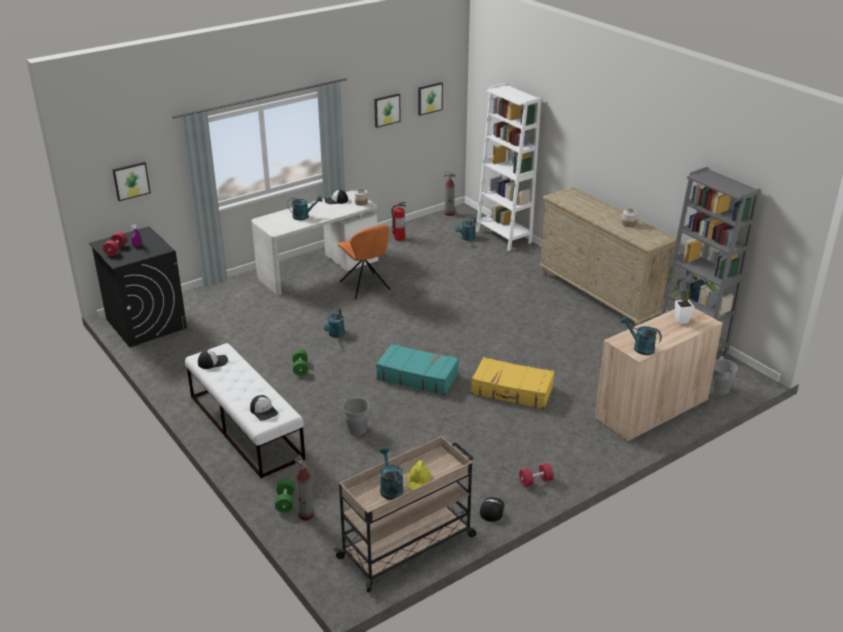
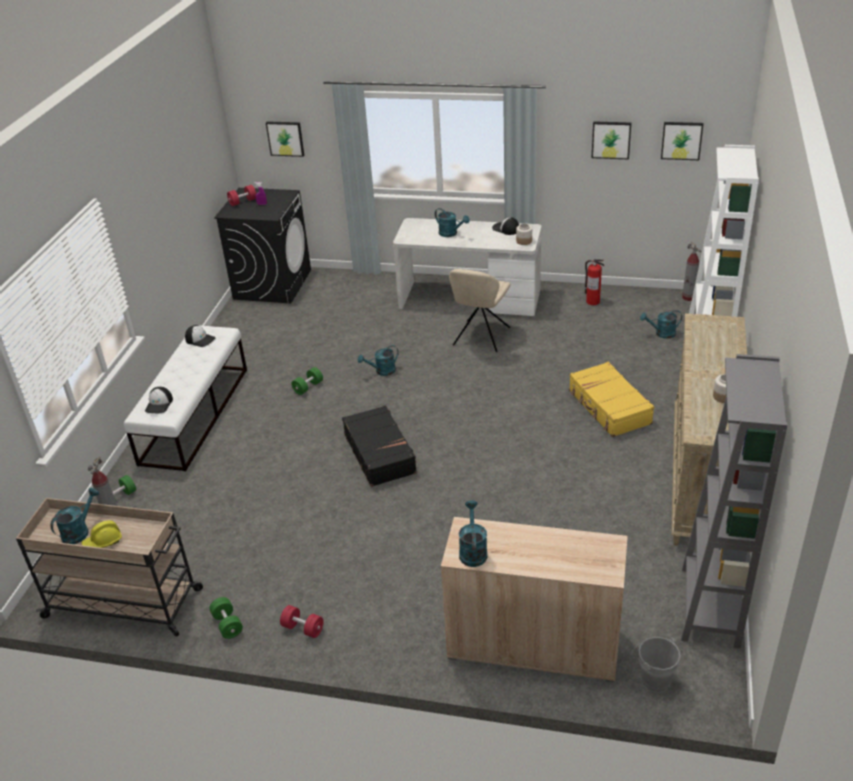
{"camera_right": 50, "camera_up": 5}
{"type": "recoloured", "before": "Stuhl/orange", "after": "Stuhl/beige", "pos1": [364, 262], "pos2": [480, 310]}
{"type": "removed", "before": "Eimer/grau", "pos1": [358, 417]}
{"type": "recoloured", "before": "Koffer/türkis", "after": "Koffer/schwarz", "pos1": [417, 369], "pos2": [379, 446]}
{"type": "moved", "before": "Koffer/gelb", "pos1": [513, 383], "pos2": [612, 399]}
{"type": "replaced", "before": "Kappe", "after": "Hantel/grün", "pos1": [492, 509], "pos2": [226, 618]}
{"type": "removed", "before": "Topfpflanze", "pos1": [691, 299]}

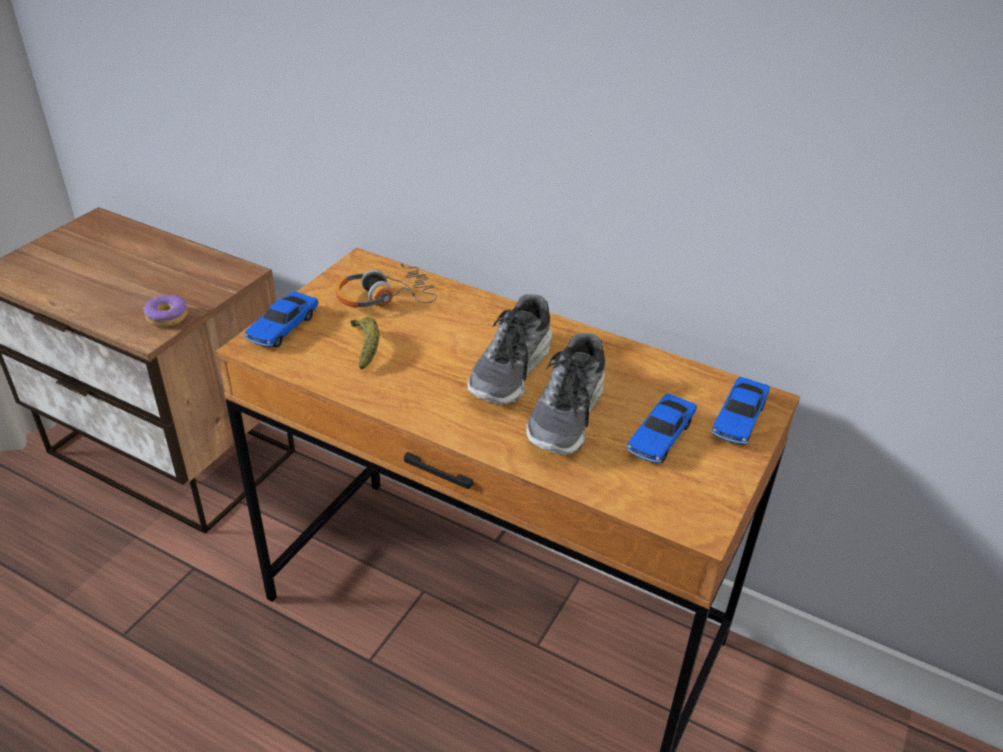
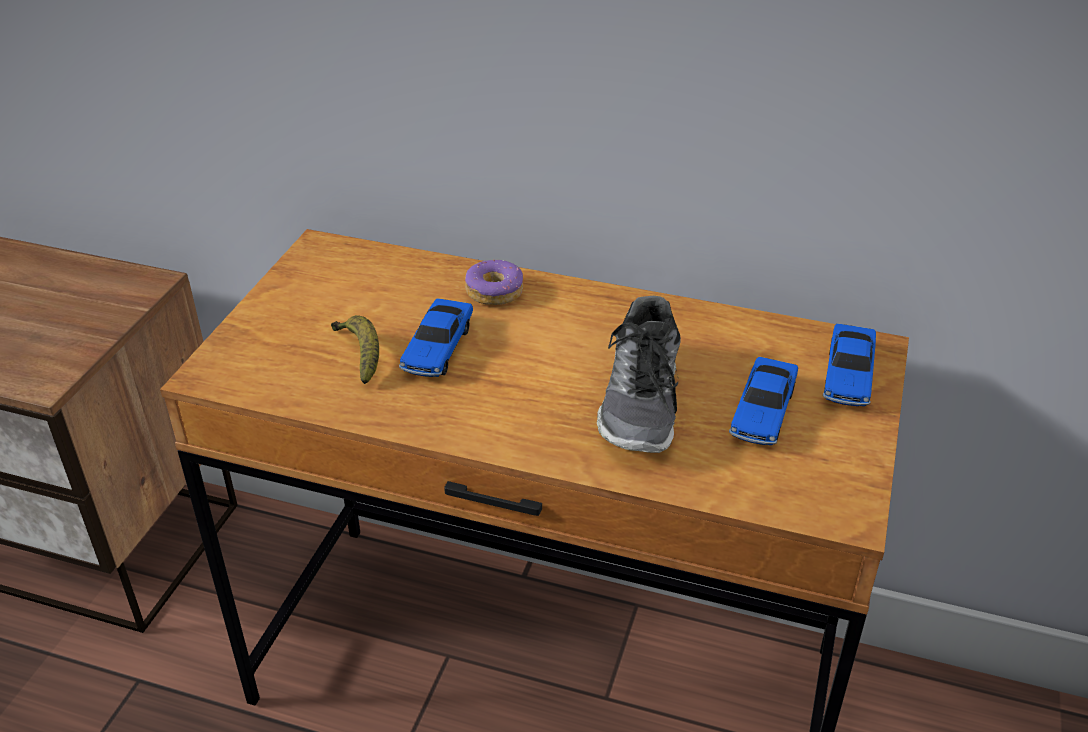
{"camera_right": -10, "camera_up": 0}
{"type": "moved", "before": "Donut", "pos1": [165, 311], "pos2": [494, 282]}
{"type": "moved", "before": "Spielzeugauto", "pos1": [281, 319], "pos2": [436, 337]}
{"type": "removed", "before": "Kopfhörer", "pos1": [386, 285]}
{"type": "removed", "before": "Schuh", "pos1": [509, 349]}

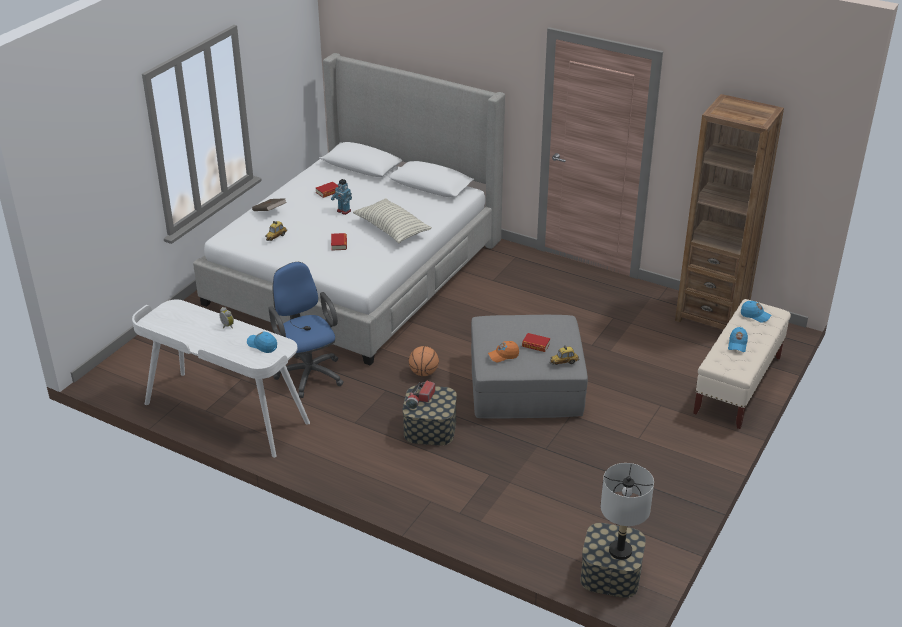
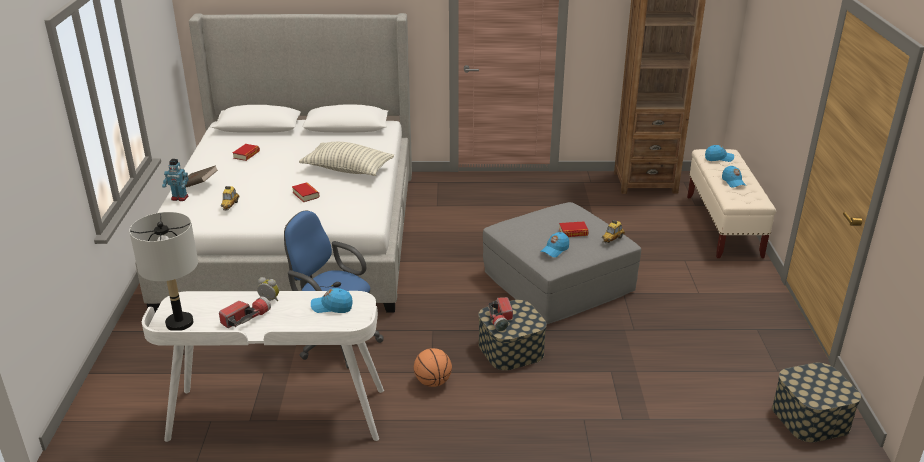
{"camera_right": -30, "camera_up": -5}
{"type": "moved", "before": "Spielzeugroboter", "pos1": [341, 197], "pos2": [175, 180]}
{"type": "moved", "before": "Basketball", "pos1": [423, 361], "pos2": [433, 367]}
{"type": "recoloured", "before": "Kappe/orange", "after": "Kappe/blau", "pos1": [503, 351], "pos2": [554, 244]}
{"type": "moved", "before": "Tischlampe/grau", "pos1": [627, 511], "pos2": [163, 271]}
{"type": "added", "after": "Taschenlampe", "pos2": [245, 312]}

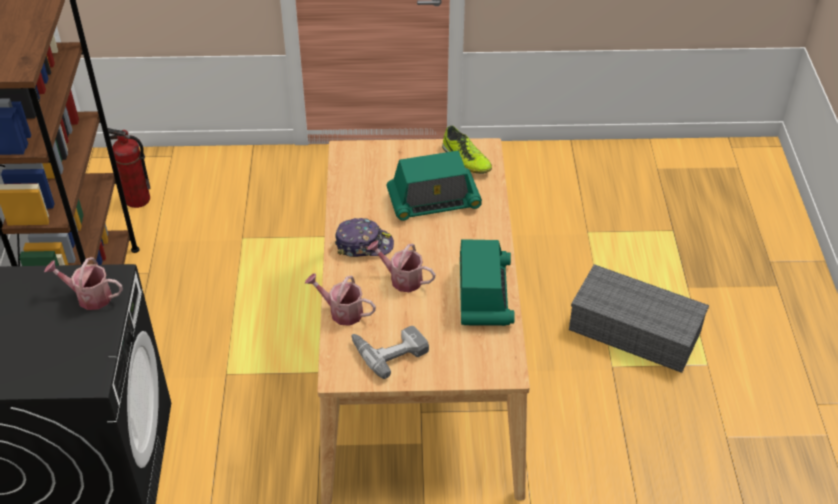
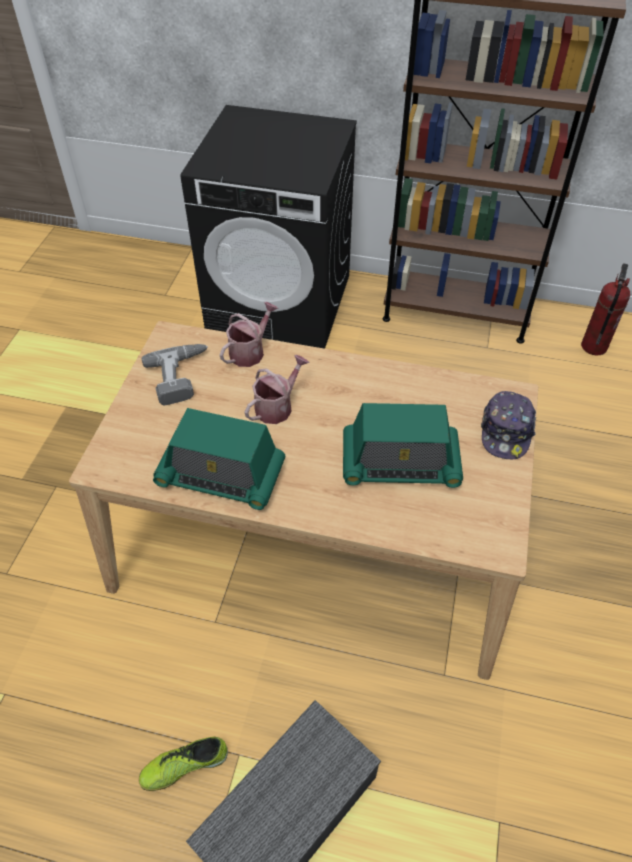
{"camera_right": 105, "camera_up": 5}
{"type": "removed", "before": "Gießkanne", "pos1": [83, 283]}
{"type": "moved", "before": "Kappe", "pos1": [364, 237], "pos2": [508, 425]}
{"type": "turned", "before": "Radio", "pos1": [434, 186], "pos2": [403, 445], "turn": -90}
{"type": "moved", "before": "Schuh", "pos1": [467, 149], "pos2": [183, 764]}

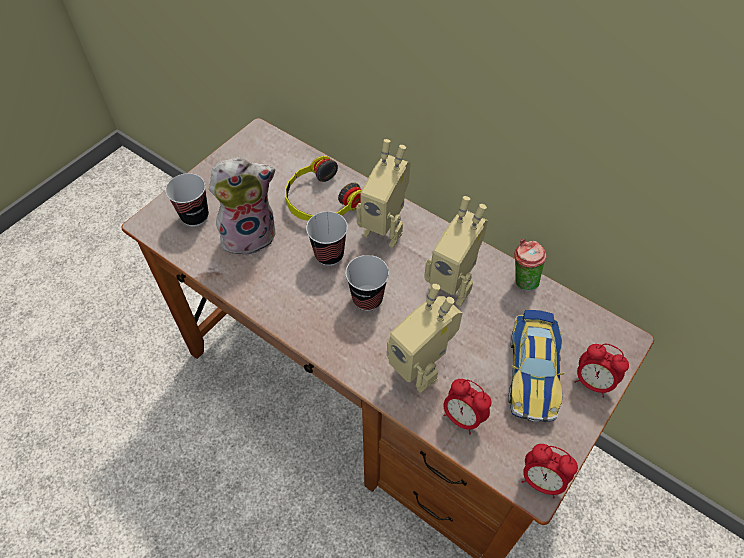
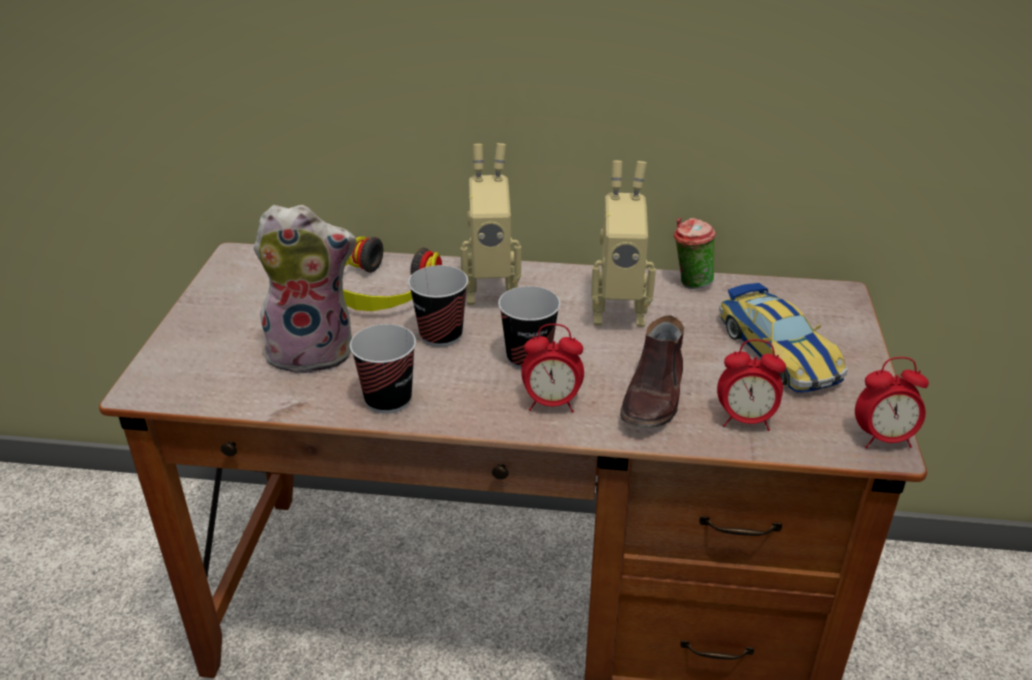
{"camera_right": -30, "camera_up": -20}
{"type": "moved", "before": "Tasse", "pos1": [187, 199], "pos2": [383, 369]}
{"type": "turned", "before": "Plüschtier", "pos1": [242, 206], "pos2": [305, 290], "turn": 45}
{"type": "replaced", "before": "Spielzeugroboter", "after": "Schuh/braun", "pos1": [425, 338], "pos2": [652, 371]}
{"type": "moved", "before": "Wecker", "pos1": [601, 371], "pos2": [552, 368]}

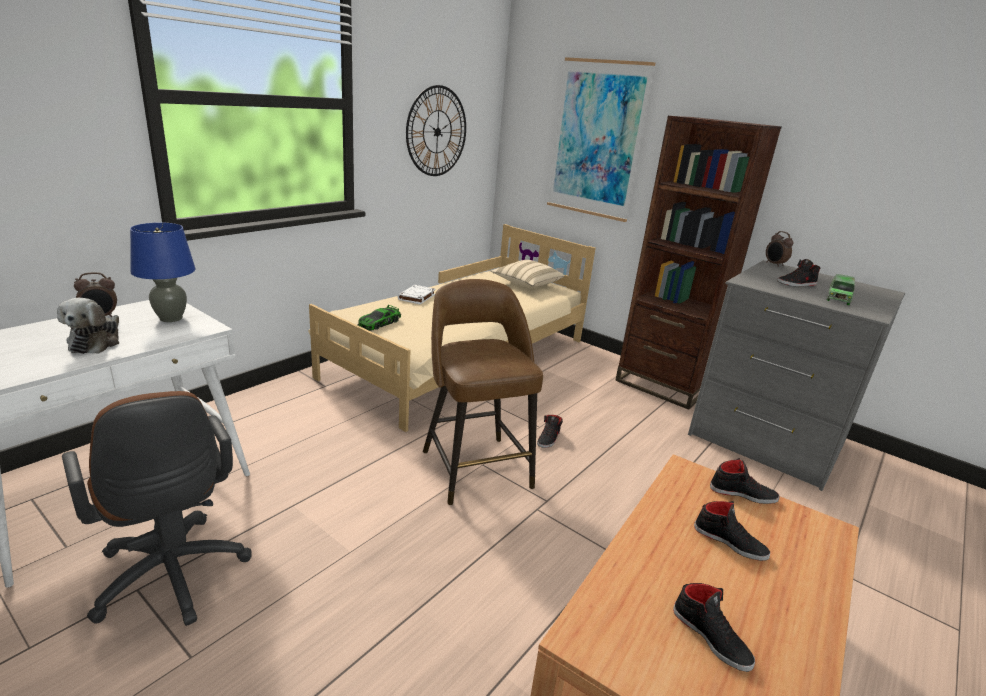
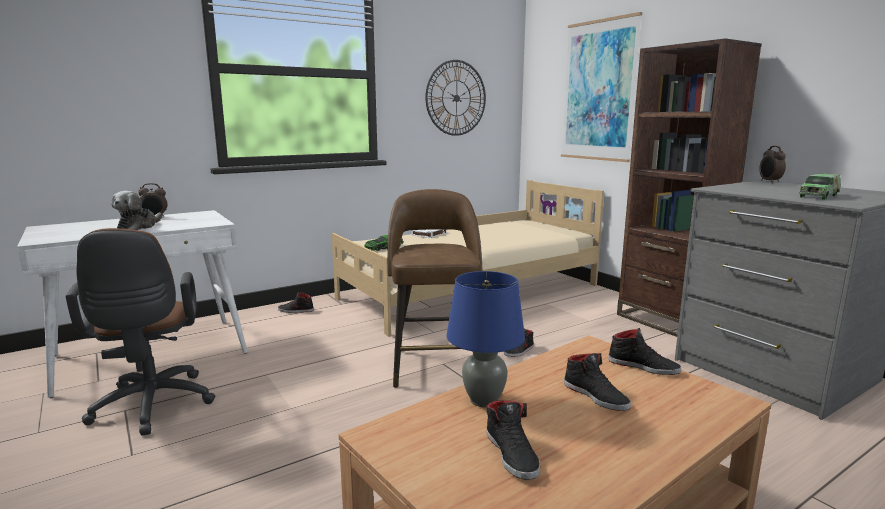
{"camera_right": 20, "camera_up": -10}
{"type": "moved", "before": "Tischlampe/blau", "pos1": [162, 272], "pos2": [486, 339]}
{"type": "removed", "before": "Kissen/beige", "pos1": [527, 273]}
{"type": "moved", "before": "Schuh/schwarz", "pos1": [798, 273], "pos2": [296, 302]}

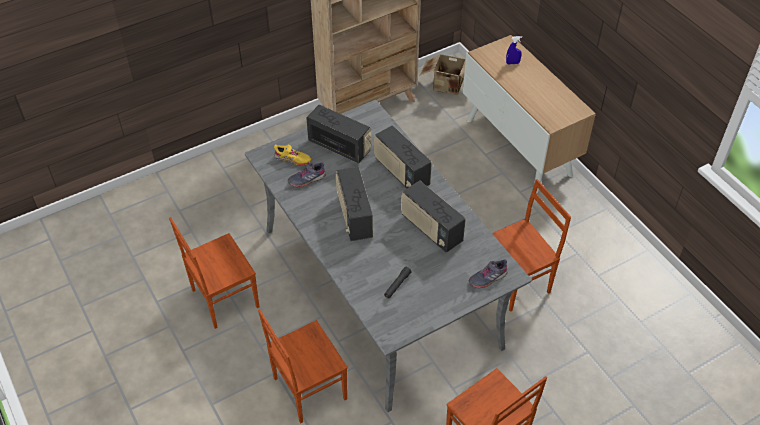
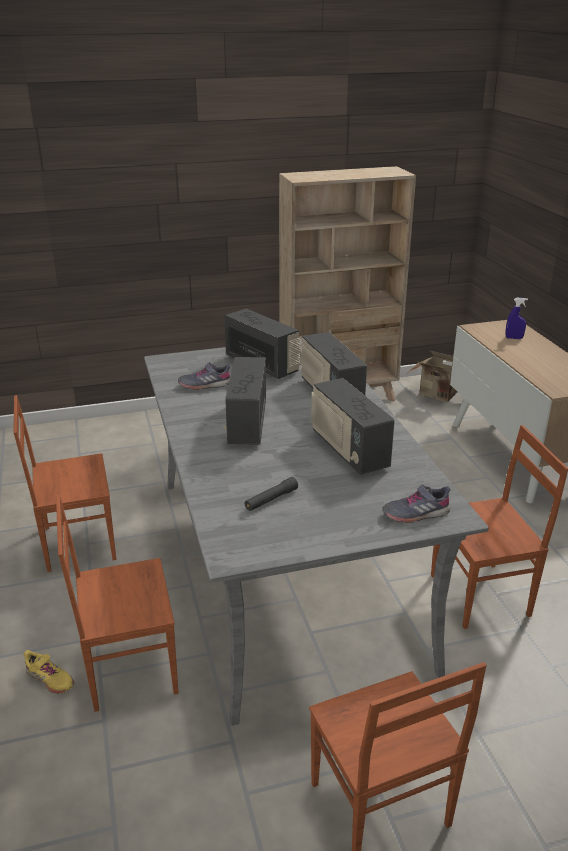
{"camera_right": 15, "camera_up": -20}
{"type": "moved", "before": "Schuh/gelb", "pos1": [292, 155], "pos2": [48, 672]}

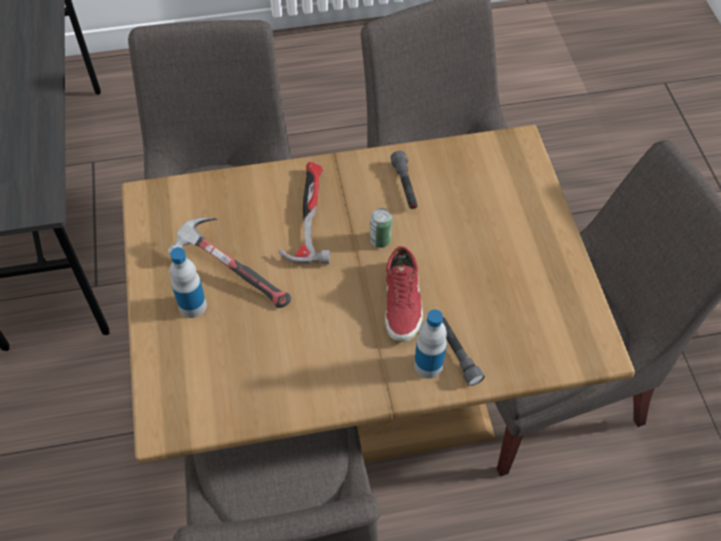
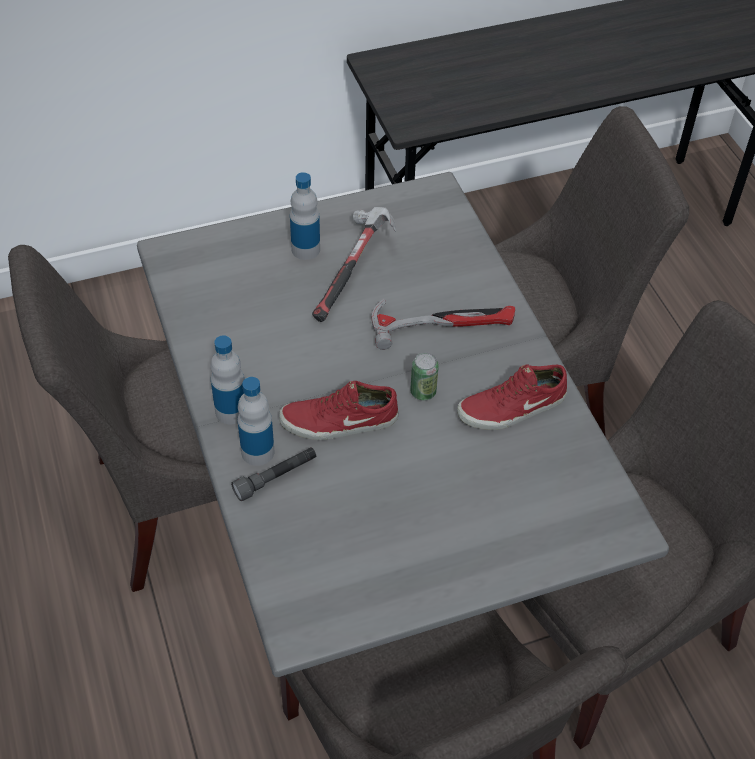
{"camera_right": 80, "camera_up": -5}
{"type": "recoloured", "before": "Esstisch/braun", "after": "Esstisch/grau", "pos1": [378, 294], "pos2": [403, 424]}
{"type": "replaced", "before": "Taschenlampe/grau", "after": "Schuh/rot", "pos1": [404, 180], "pos2": [512, 397]}
{"type": "added", "after": "Flasche", "pos2": [227, 379]}

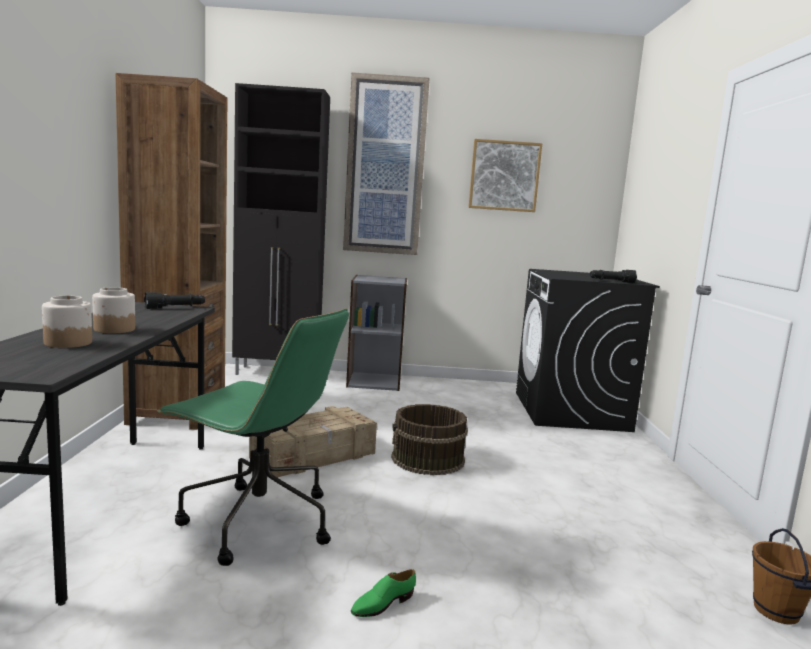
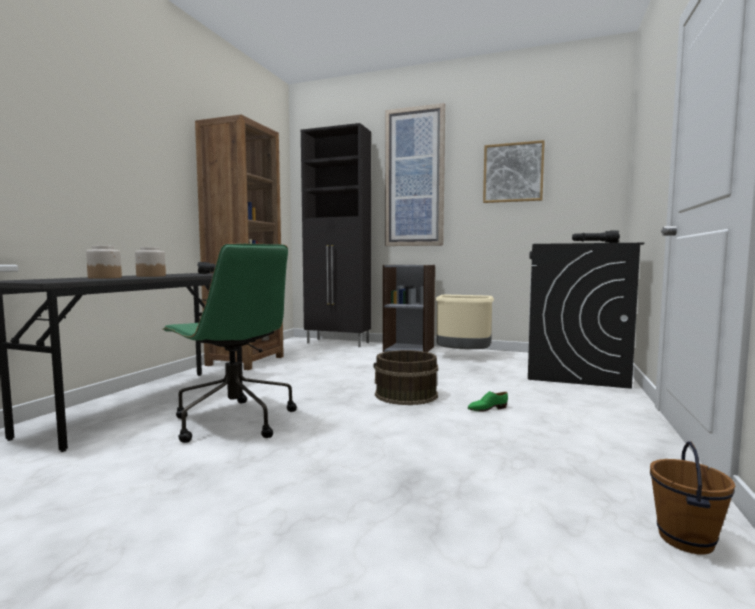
{"camera_right": 20, "camera_up": -5}
{"type": "removed", "before": "Kiste", "pos1": [313, 442]}
{"type": "moved", "before": "Schuh/grün", "pos1": [383, 593], "pos2": [488, 401]}
{"type": "added", "after": "Mülleimer/beige", "pos2": [465, 322]}

